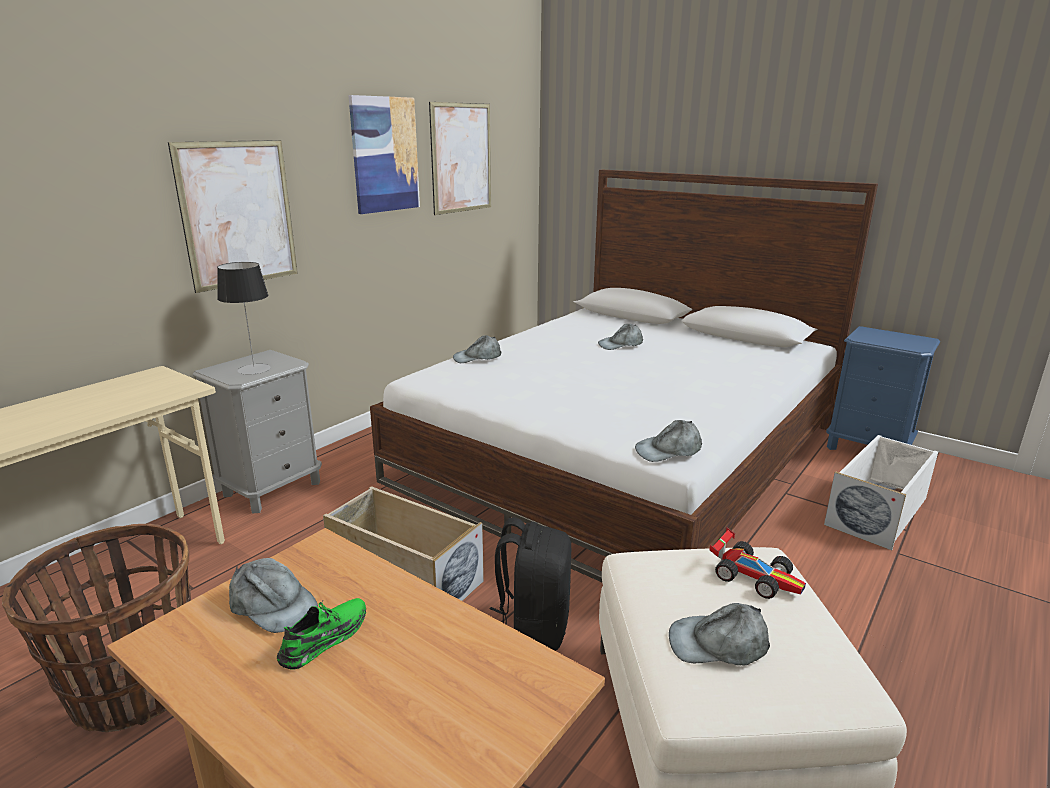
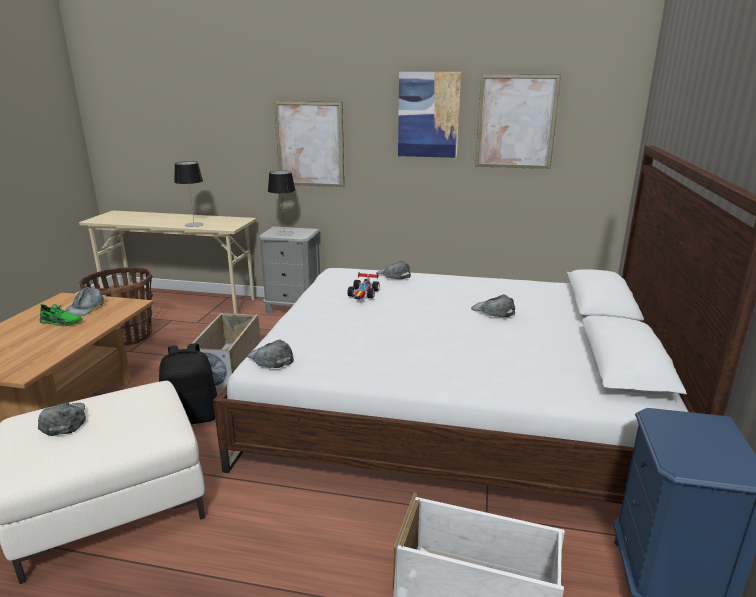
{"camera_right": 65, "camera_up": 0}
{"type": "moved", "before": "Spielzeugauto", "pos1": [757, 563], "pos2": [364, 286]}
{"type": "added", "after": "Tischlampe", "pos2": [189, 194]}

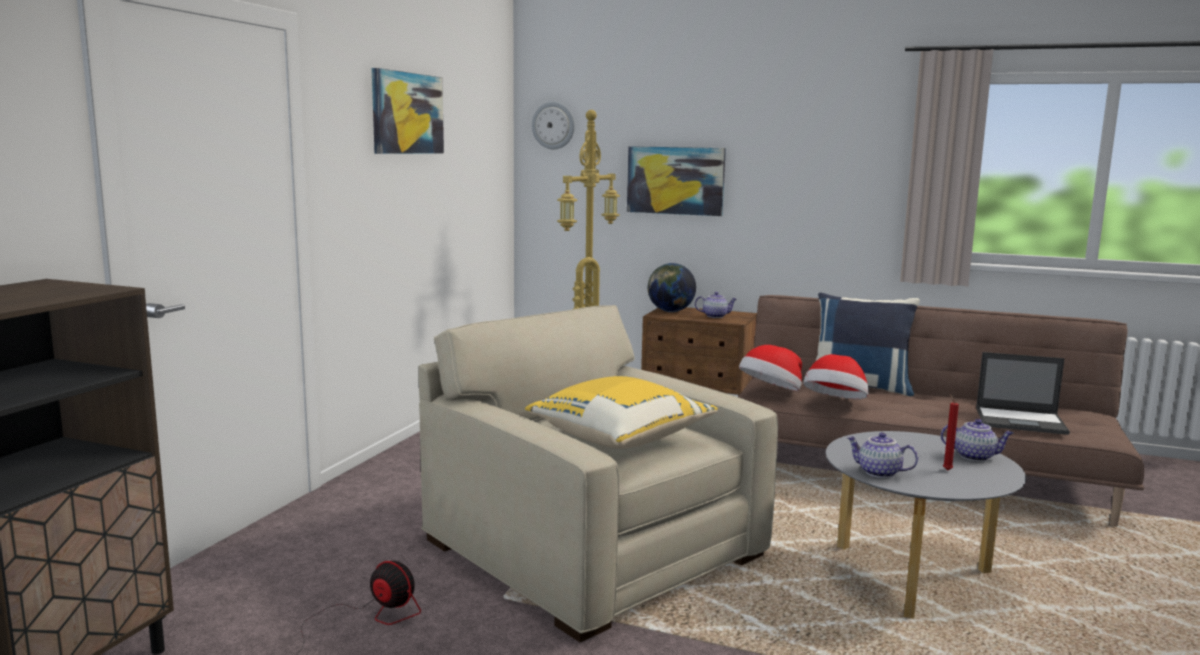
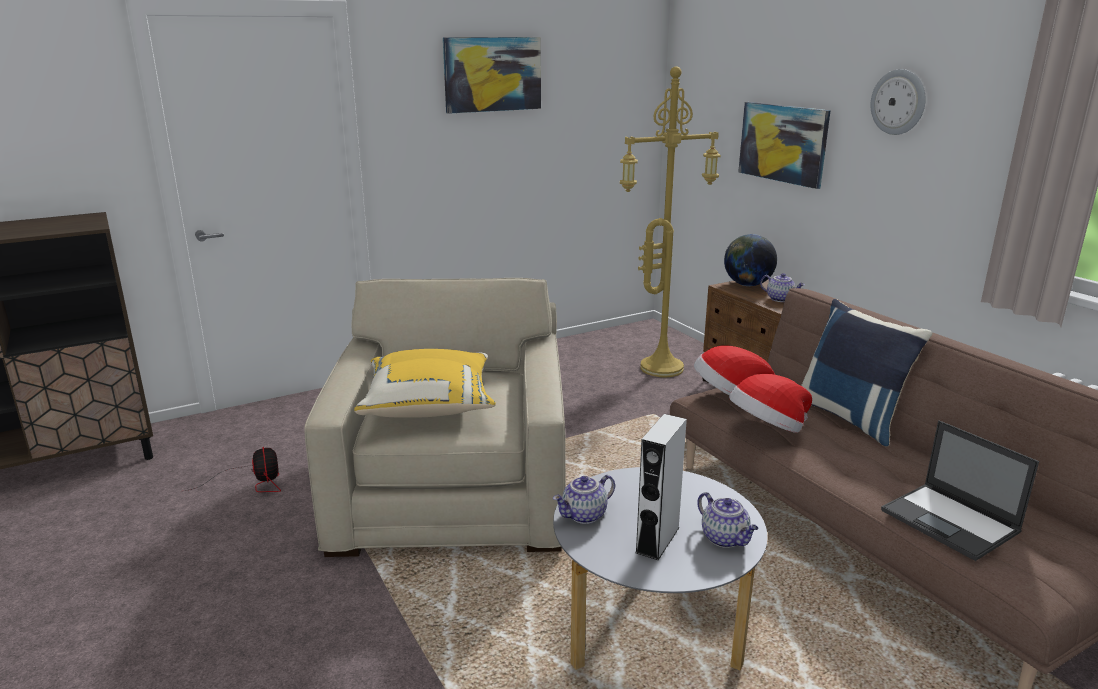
{"camera_right": 40, "camera_up": 10}
{"type": "moved", "before": "Wanduhr", "pos1": [553, 125], "pos2": [898, 102]}
{"type": "turned", "before": "Teekanne", "pos1": [882, 455], "pos2": [584, 499], "turn": -105}
{"type": "replaced", "before": "Kerze/rot", "after": "Lautsprecher/weiß", "pos1": [951, 432], "pos2": [661, 487]}

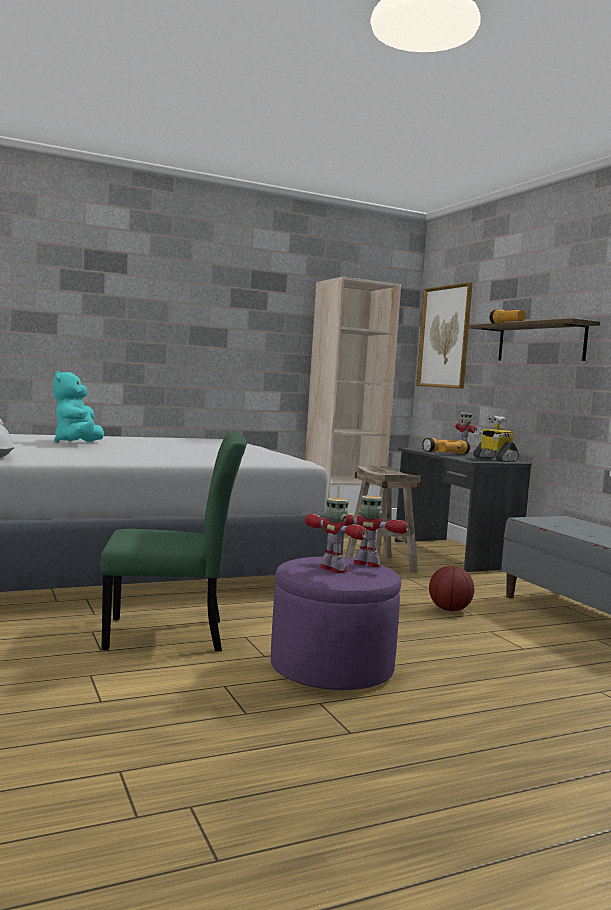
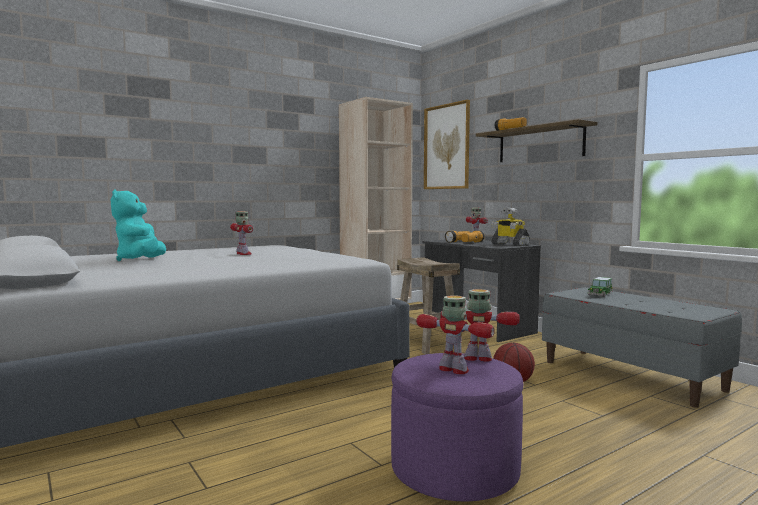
{"camera_right": -10, "camera_up": 0}
{"type": "removed", "before": "Stuhl/grün", "pos1": [173, 541]}
{"type": "added", "after": "Spielzeugroboter", "pos2": [241, 233]}
{"type": "added", "after": "Spielzeugauto", "pos2": [600, 287]}

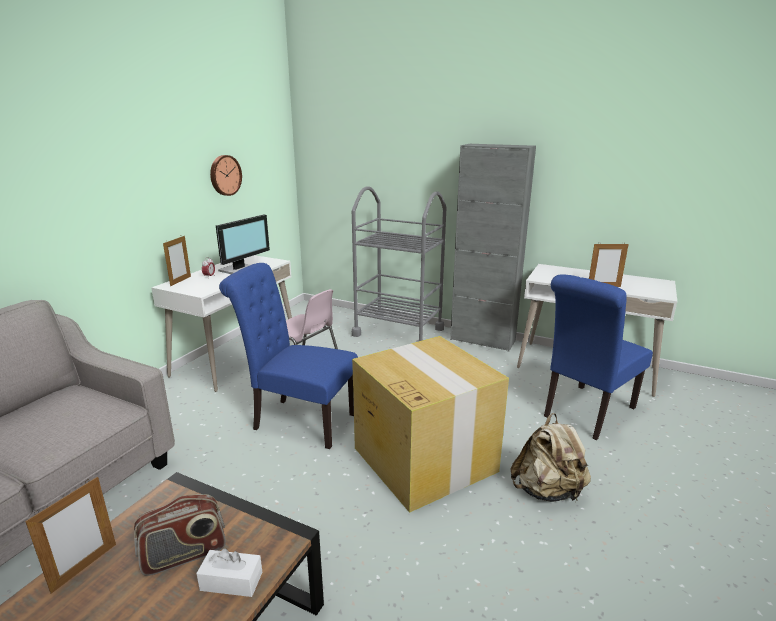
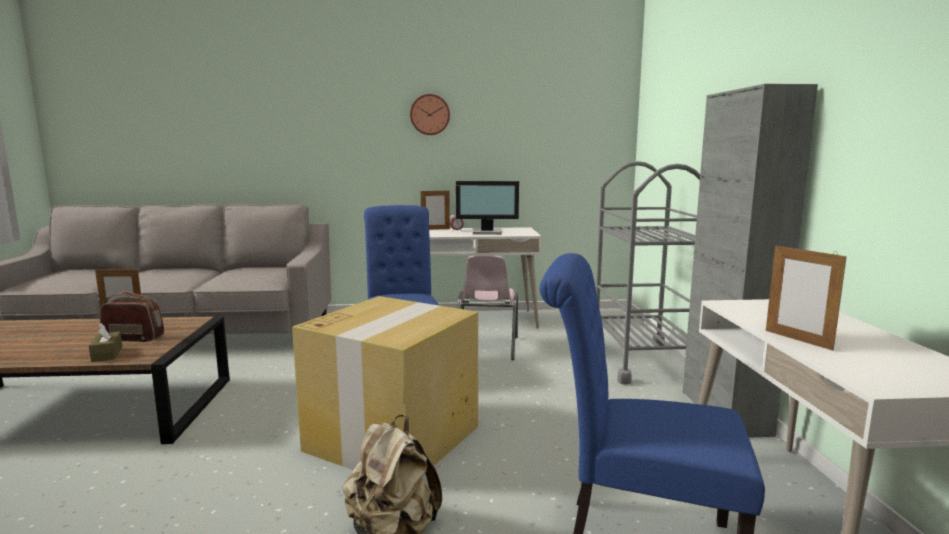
{"camera_right": 60, "camera_up": -10}
{"type": "turned", "before": "Radio", "pos1": [180, 535], "pos2": [132, 316], "turn": 150}
{"type": "recoloured", "before": "Taschentuchbox/weiß", "after": "Taschentuchbox/braun", "pos1": [229, 572], "pos2": [105, 342]}
{"type": "moved", "before": "Wanduhr", "pos1": [226, 175], "pos2": [430, 114]}

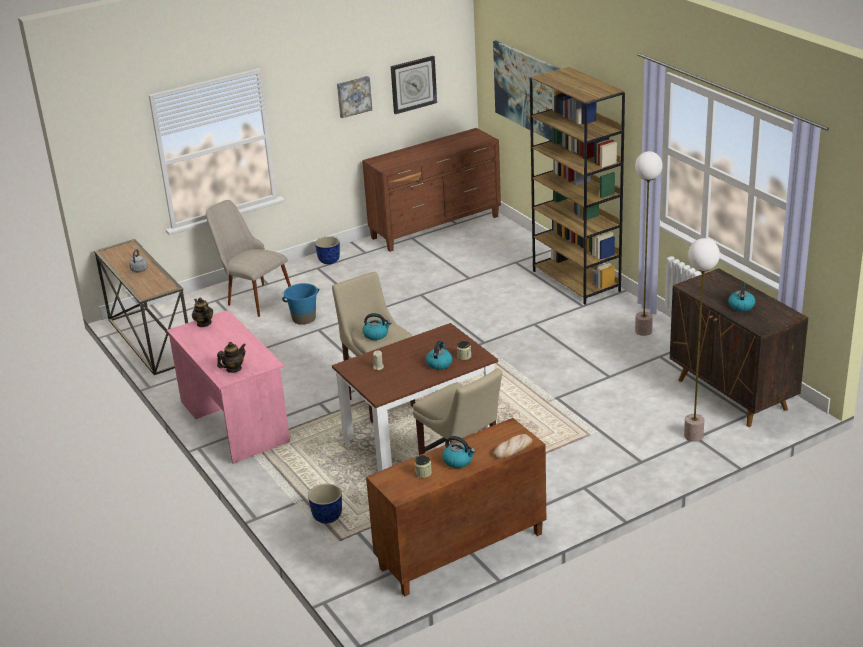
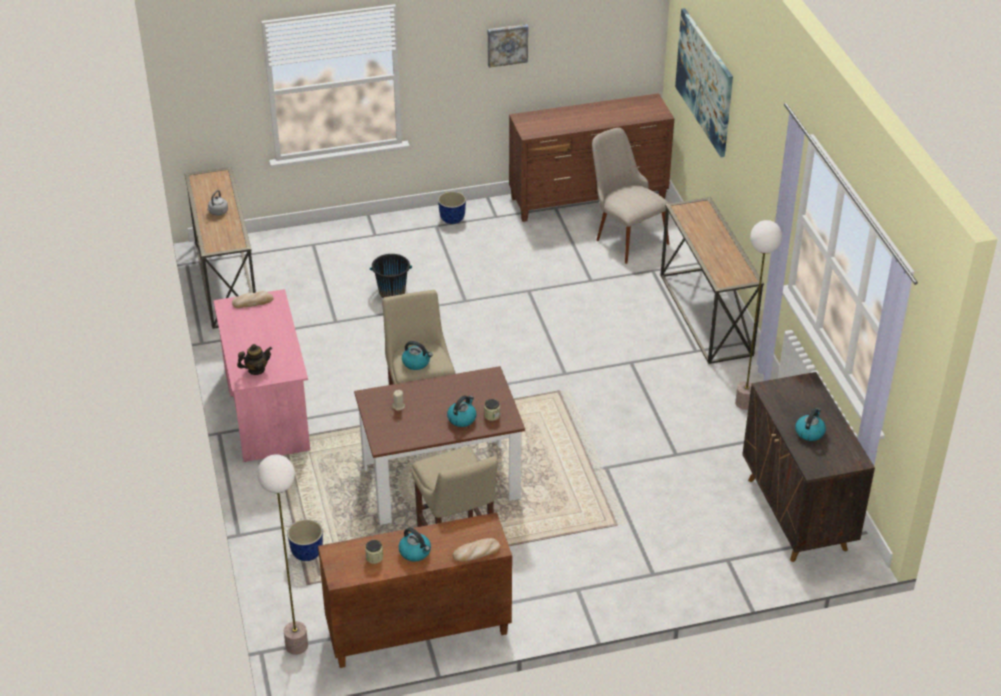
{"camera_right": 15, "camera_up": 10}
{"type": "replaced", "before": "Teekanne", "after": "Brot", "pos1": [202, 312], "pos2": [252, 299]}
{"type": "moved", "before": "Stuhl/beige", "pos1": [248, 258], "pos2": [630, 196]}
{"type": "recoloured", "before": "Eimer/blau", "after": "Eimer/schwarz", "pos1": [301, 304], "pos2": [391, 276]}
{"type": "removed", "before": "Wanduhr", "pos1": [414, 85]}
{"type": "replaced", "before": "Bücherregal/braun", "after": "Konsolentisch", "pos1": [577, 186], "pos2": [712, 280]}
{"type": "moved", "before": "Stehlampe", "pos1": [702, 340], "pos2": [282, 554]}

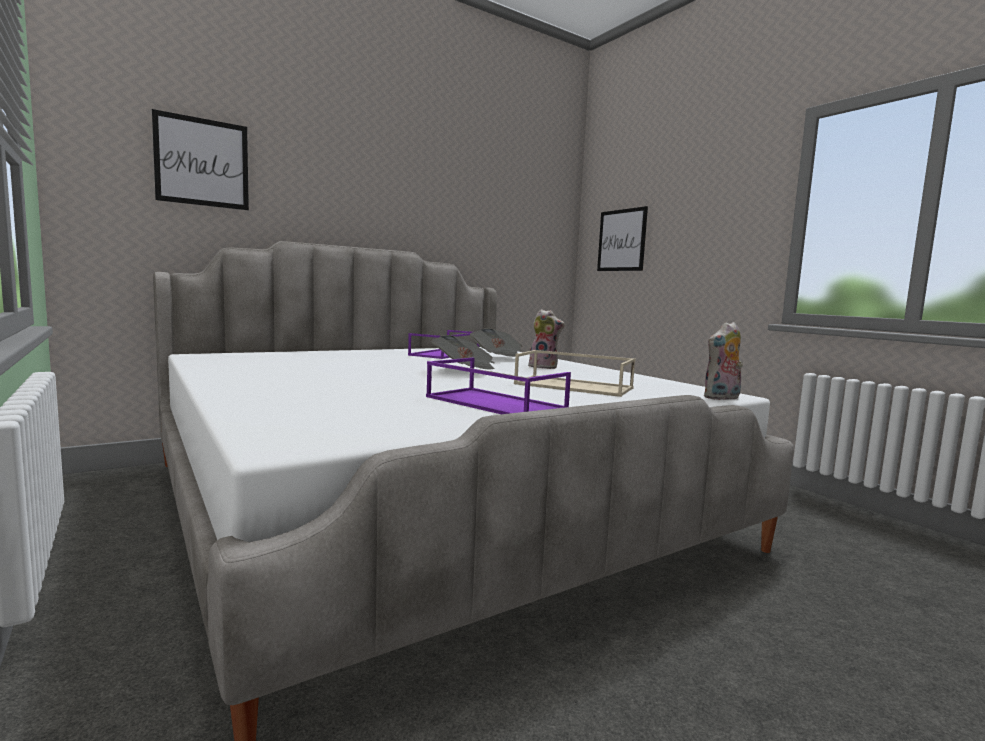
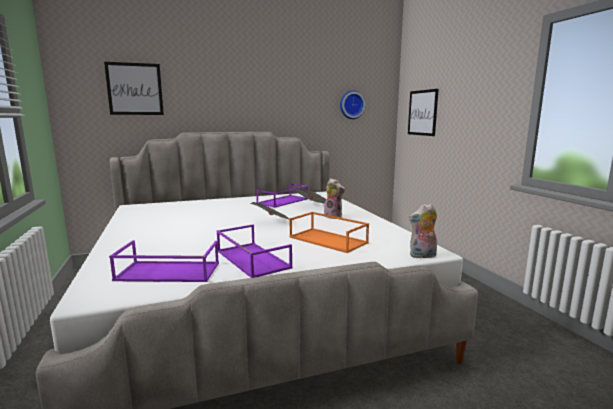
{"camera_right": 15, "camera_up": 5}
{"type": "recoloured", "before": "Tablett/beige", "after": "Tablett/orange", "pos1": [575, 373], "pos2": [329, 232]}
{"type": "added", "after": "Tablett/lila", "pos2": [164, 261]}
{"type": "added", "after": "Wanduhr", "pos2": [353, 104]}

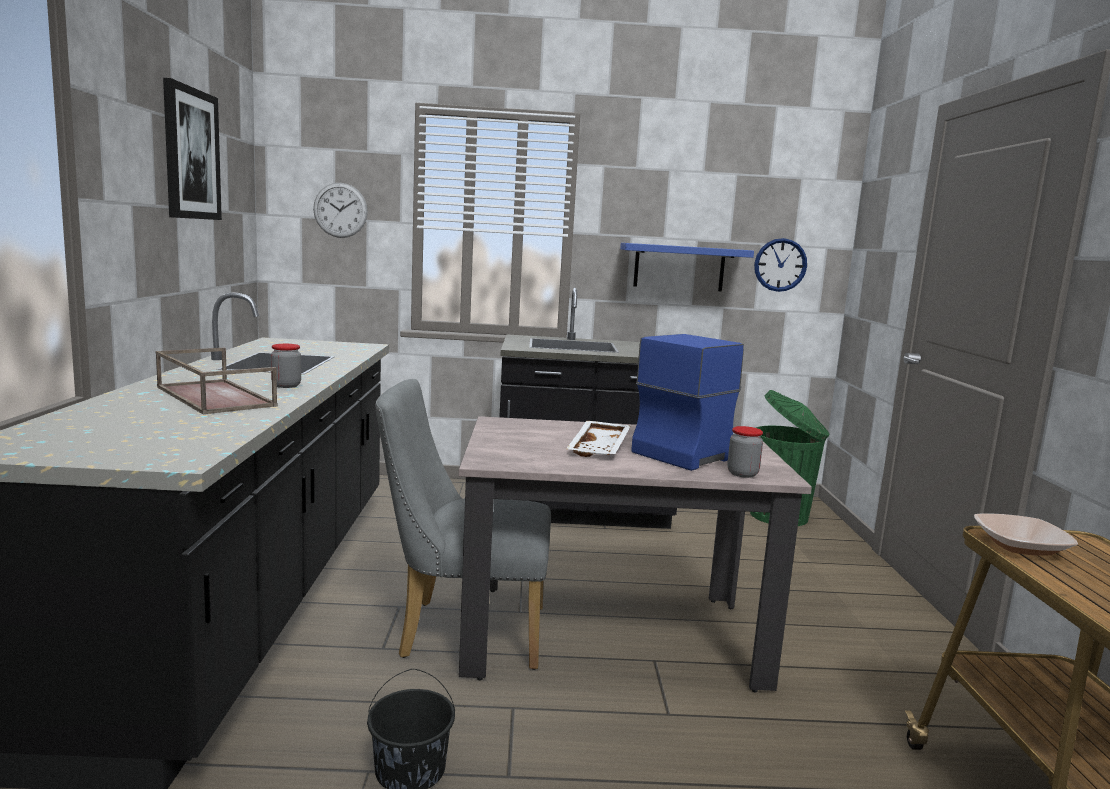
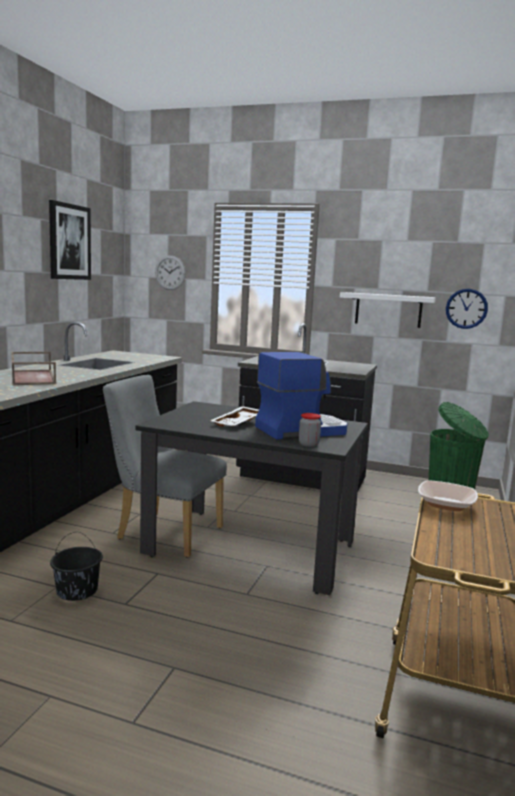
{"camera_right": 20, "camera_up": 0}
{"type": "removed", "before": "Vorratsglas", "pos1": [286, 366]}
{"type": "recoloured", "before": "Esstisch/beige", "after": "Esstisch/schwarz", "pos1": [635, 554], "pos2": [252, 498]}
{"type": "recoloured", "before": "Wandregal/blau", "after": "Wandregal/weiß", "pos1": [687, 267], "pos2": [388, 310]}

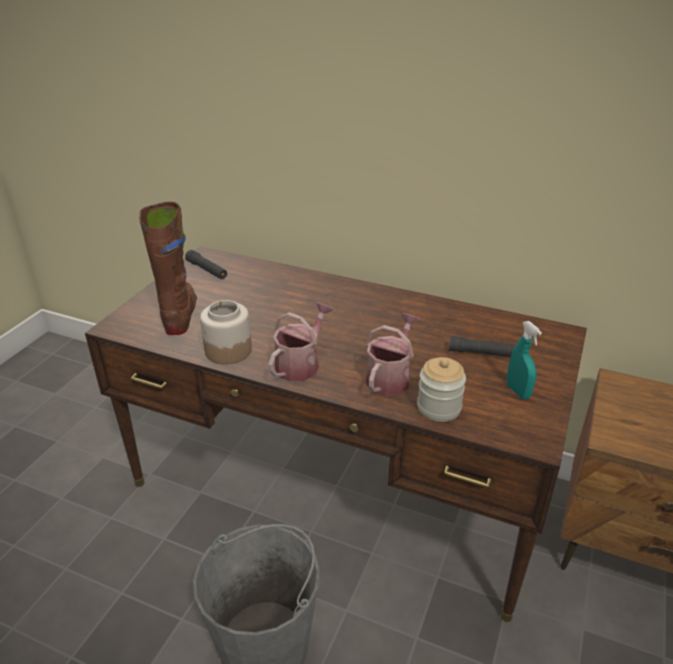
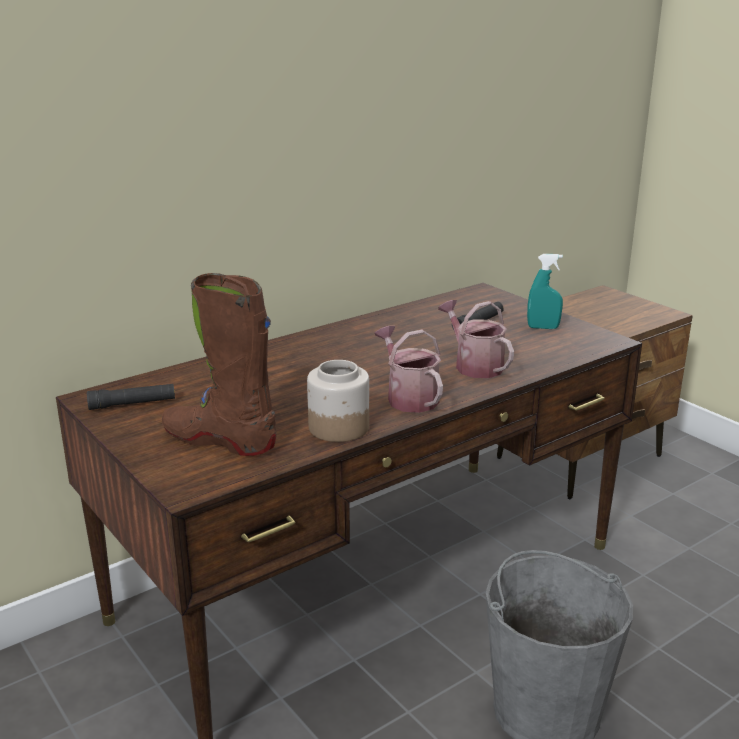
{"camera_right": -60, "camera_up": -10}
{"type": "removed", "before": "Vorratsglas", "pos1": [441, 389]}

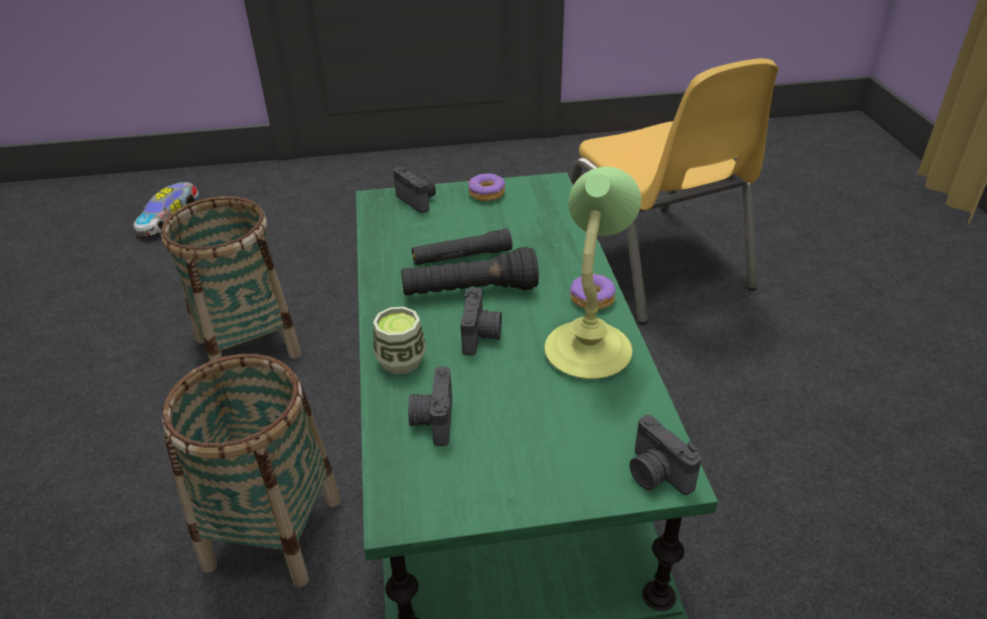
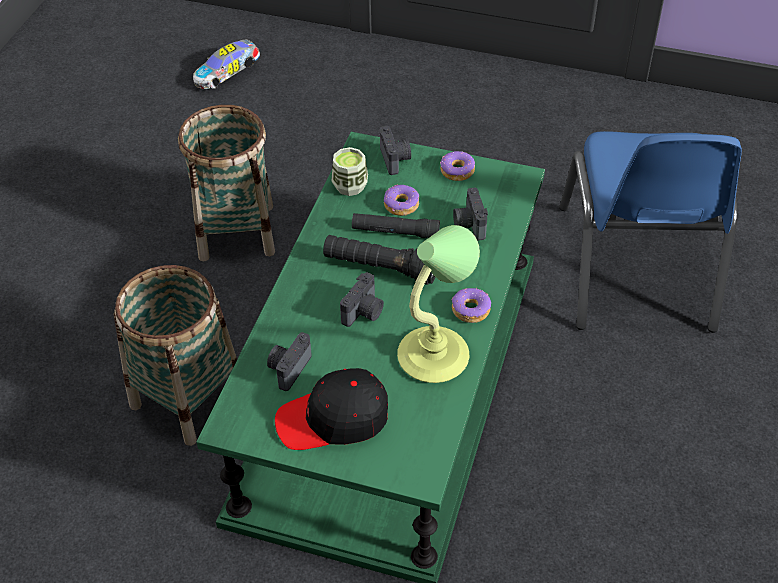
{"camera_right": 25, "camera_up": 10}
{"type": "moved", "before": "Tasse", "pos1": [399, 340], "pos2": [350, 171]}
{"type": "recoloured", "before": "Stuhl/gelb", "after": "Stuhl/blau", "pos1": [674, 191], "pos2": [651, 232]}
{"type": "moved", "before": "Kamera", "pos1": [665, 455], "pos2": [470, 214]}
{"type": "added", "after": "Kappe/schwarz", "pos2": [331, 409]}
{"type": "added", "after": "Donut", "pos2": [401, 200]}

